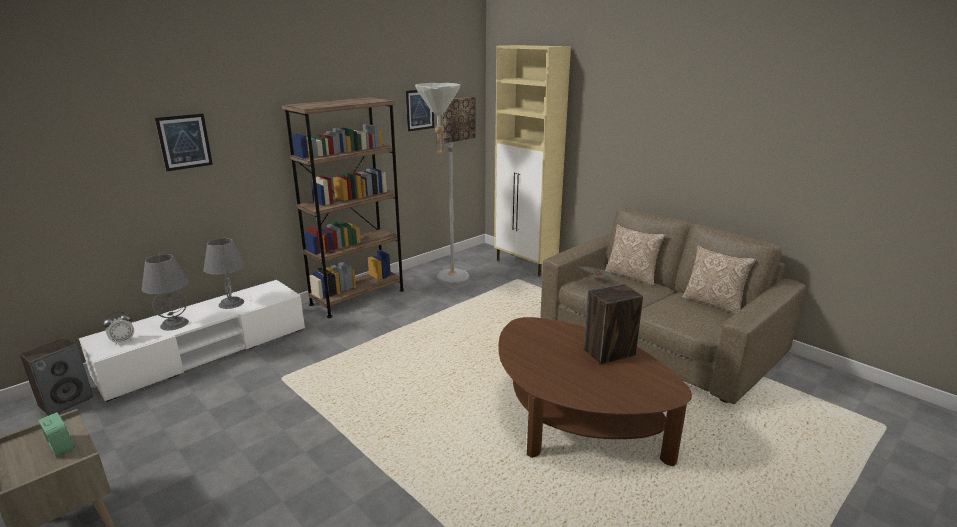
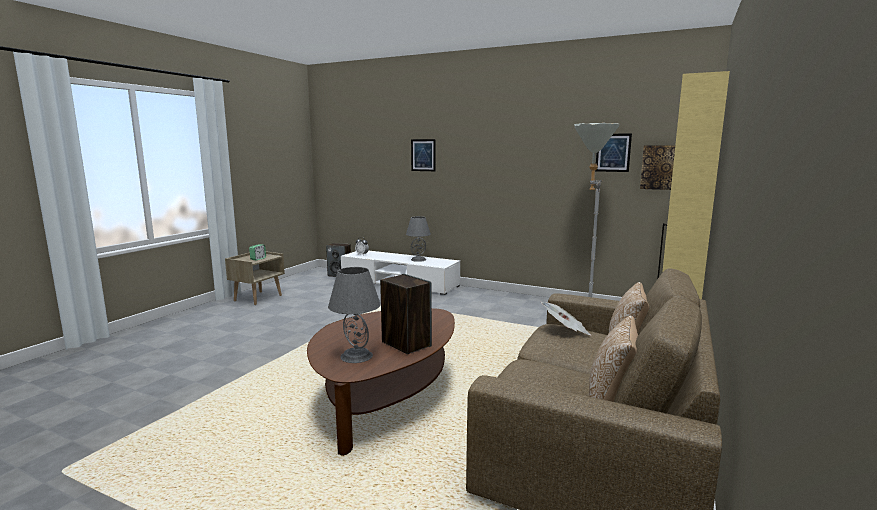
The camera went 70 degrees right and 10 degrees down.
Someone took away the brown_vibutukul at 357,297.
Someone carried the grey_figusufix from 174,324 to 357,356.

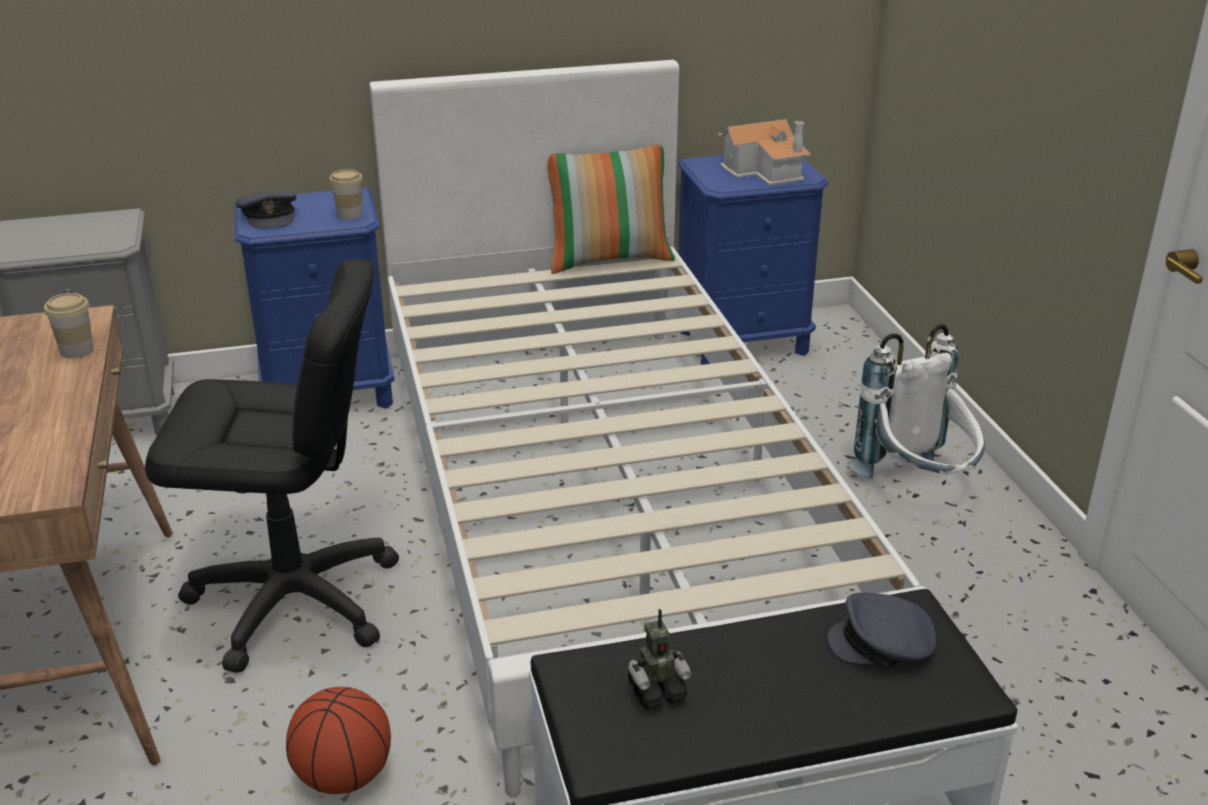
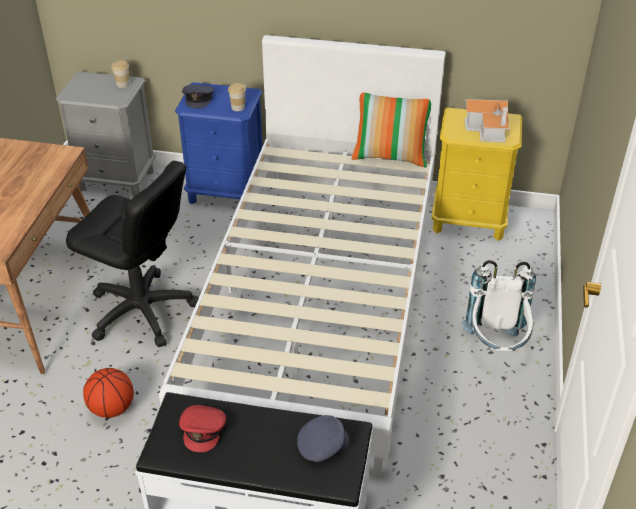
The camera went 25 degrees right and 10 degrees up.
Someone repainted the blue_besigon at 744,342, which became the yellow_besigon at 469,221.
Someone carried the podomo from 77,350 to 123,84.
Someone rotated the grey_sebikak at 883,645 by 120 degrees clockwise.
Someone swapped the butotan at 656,692 for the red_sebikak at 203,430.

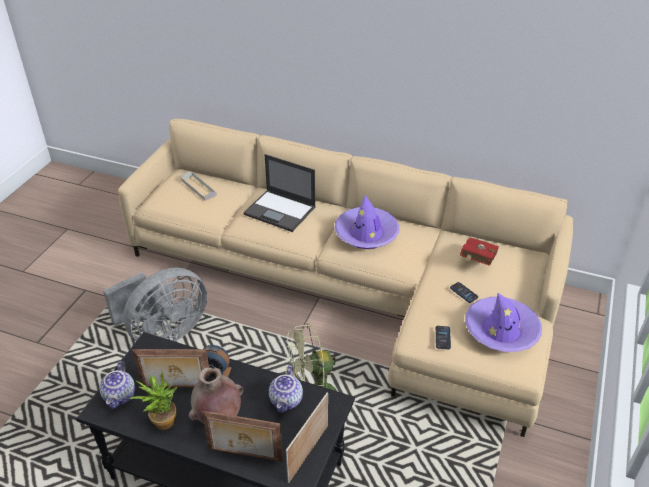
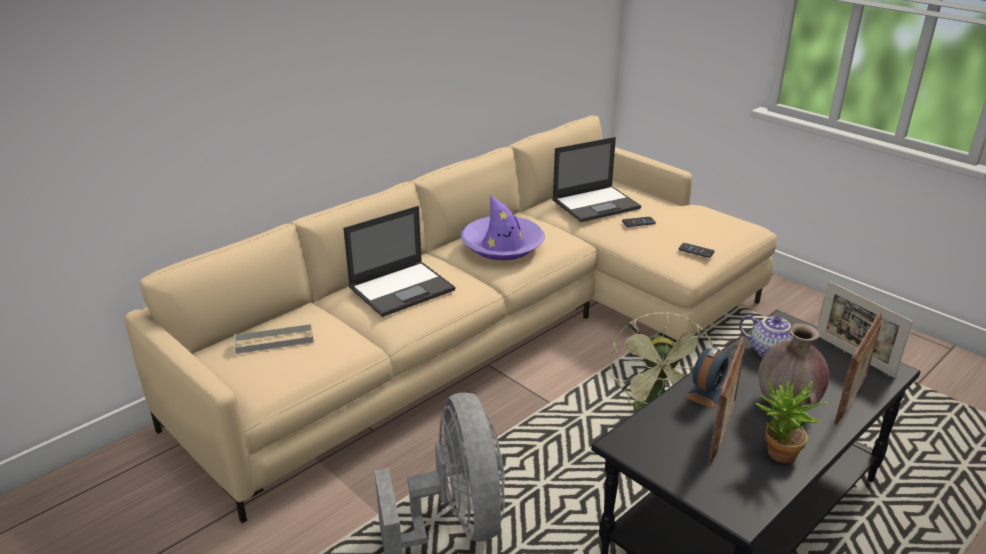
The camera went 65 degrees left and 10 degrees down.
Someone swapped the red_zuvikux at 476,261 for the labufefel at 596,204.
Someone took away the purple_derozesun at 501,330.
Someone took away the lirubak at 120,396.

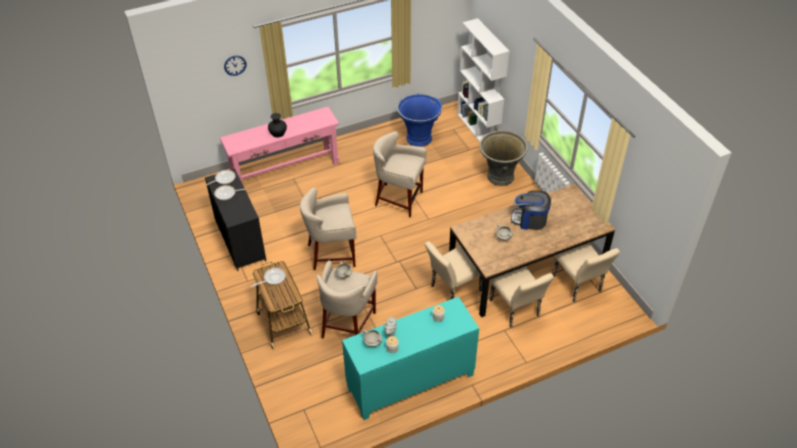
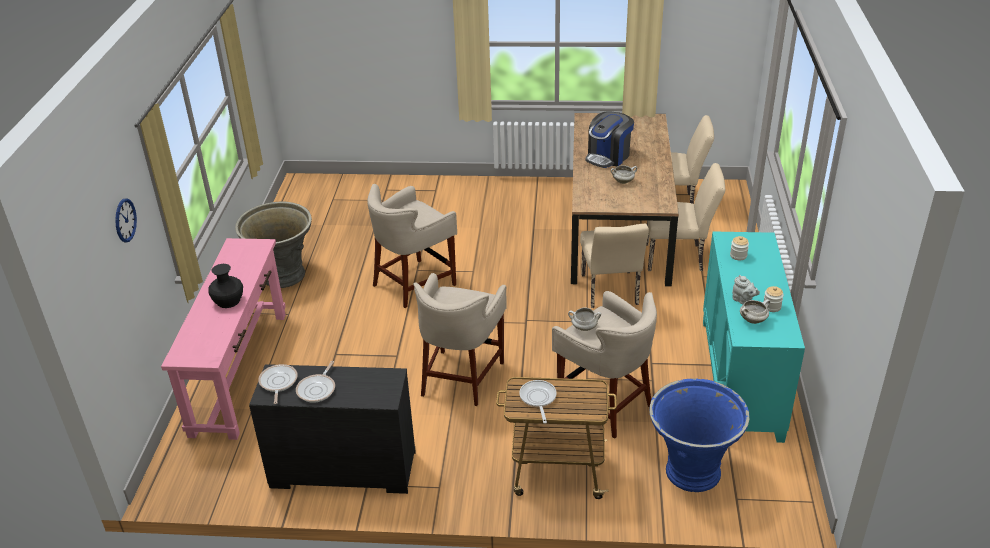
The camera went 60 degrees left and 10 degrees down.
Someone took away the white_vibutukul at 478,129.
Someone carried the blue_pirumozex from 419,138 to 691,471.
Someone carried the grey_pirumozex from 499,177 to 283,276.

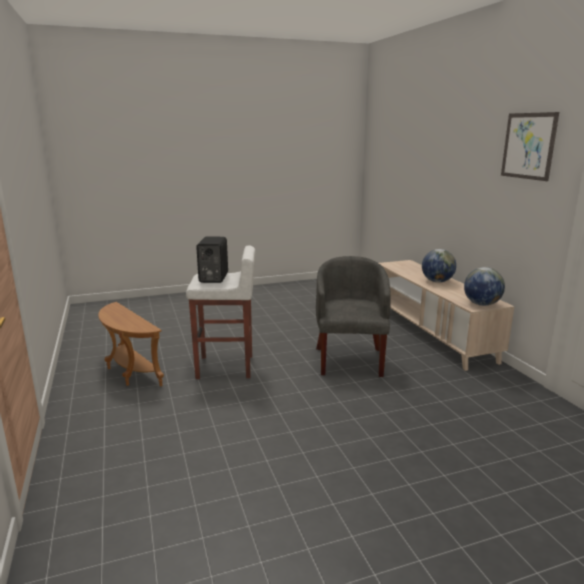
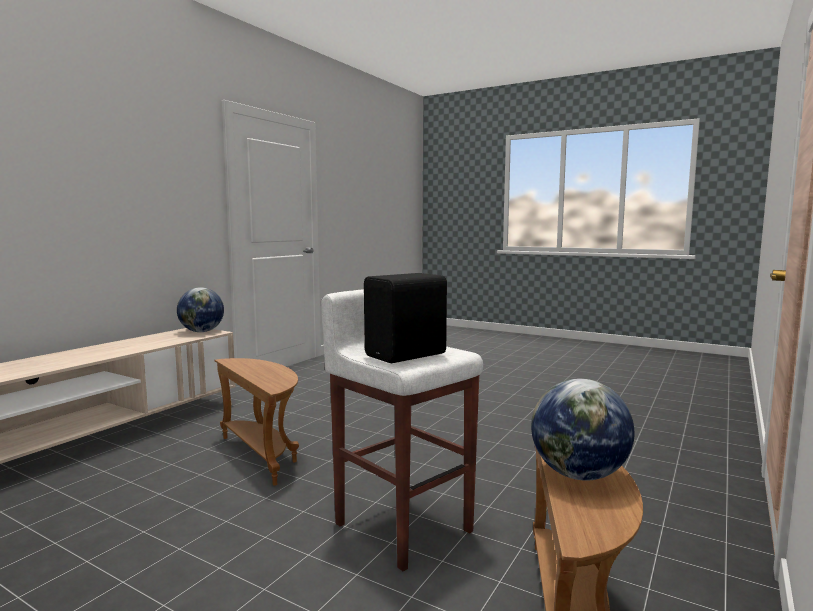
The camera went 130 degrees left and 10 degrees down.
Someone took away the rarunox at 528,146.
Someone carried the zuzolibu from 437,281 to 578,475.
Someone swapped the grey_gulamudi at 350,360 for the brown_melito at 263,455.

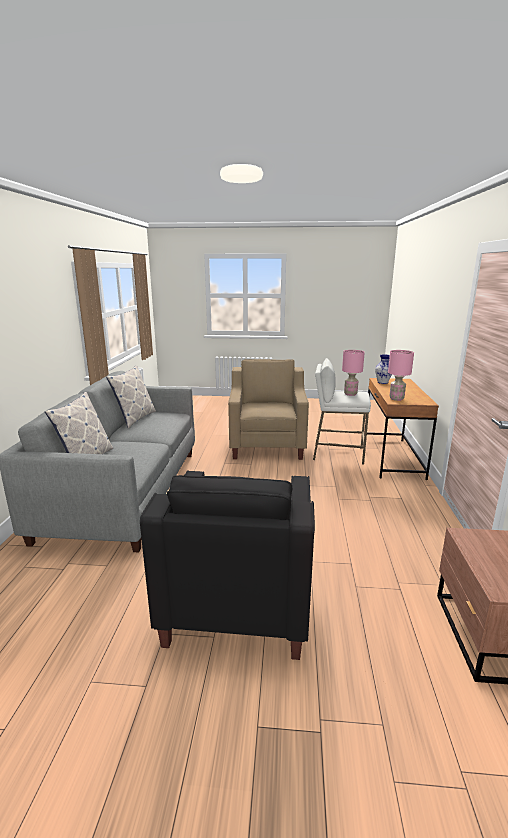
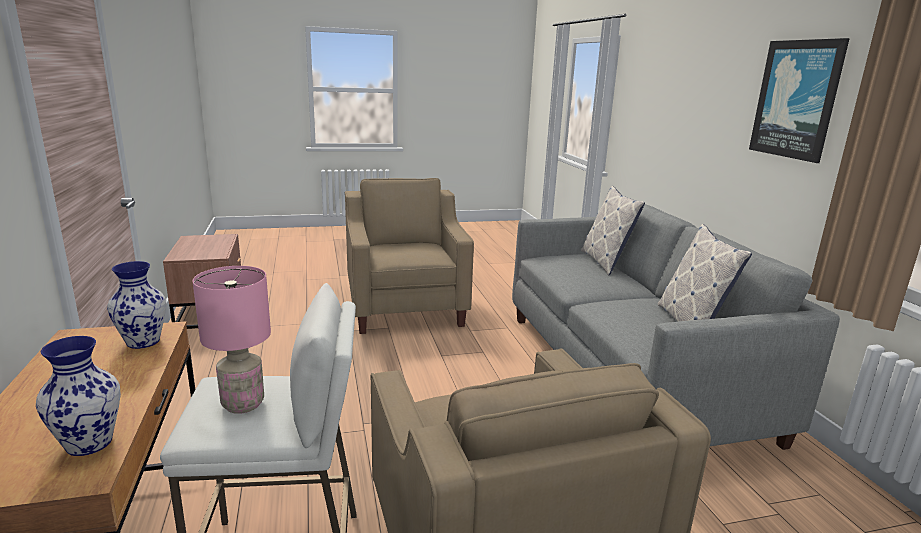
The camera went 160 degrees right and 0 degrees up.
Someone swapped the pink_figusufix at 396,399 for the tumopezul at 144,342.
Someone repainted the black_gulamudi at 239,597, which became the beige_gulamudi at 405,307.
Someone put up the rarunox at 796,99.

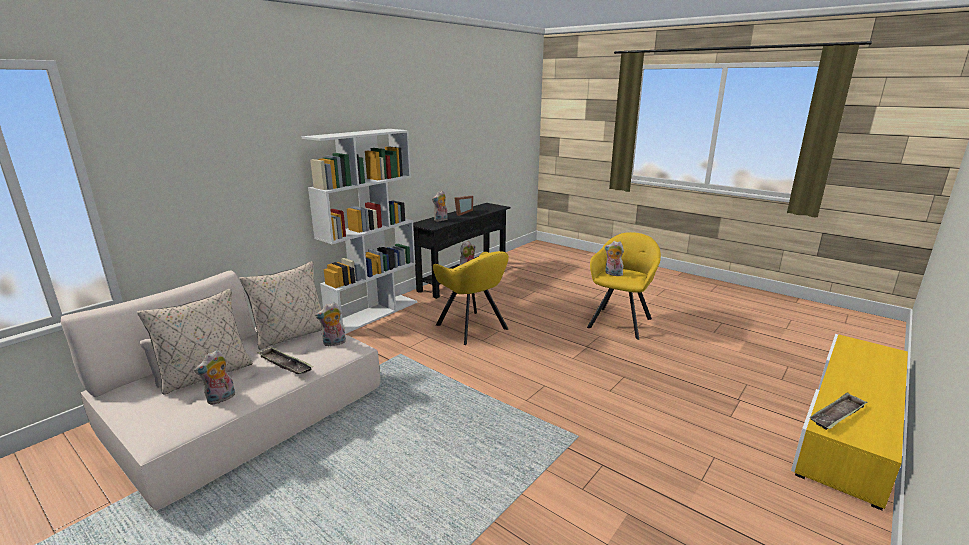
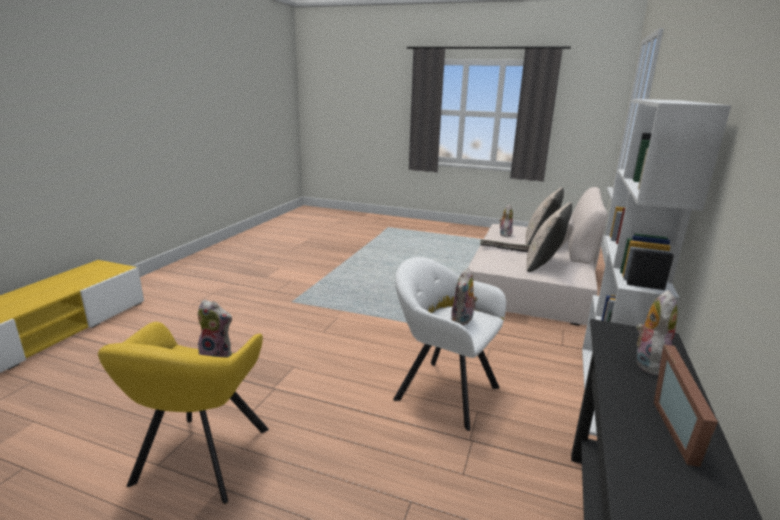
The camera went 160 degrees right and 0 degrees up.
Someone repainted the yellow_gulamudi at 473,328, which became the white_gulamudi at 442,390.
Someone took away the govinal at 334,343.
Someone took away the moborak at 837,415.

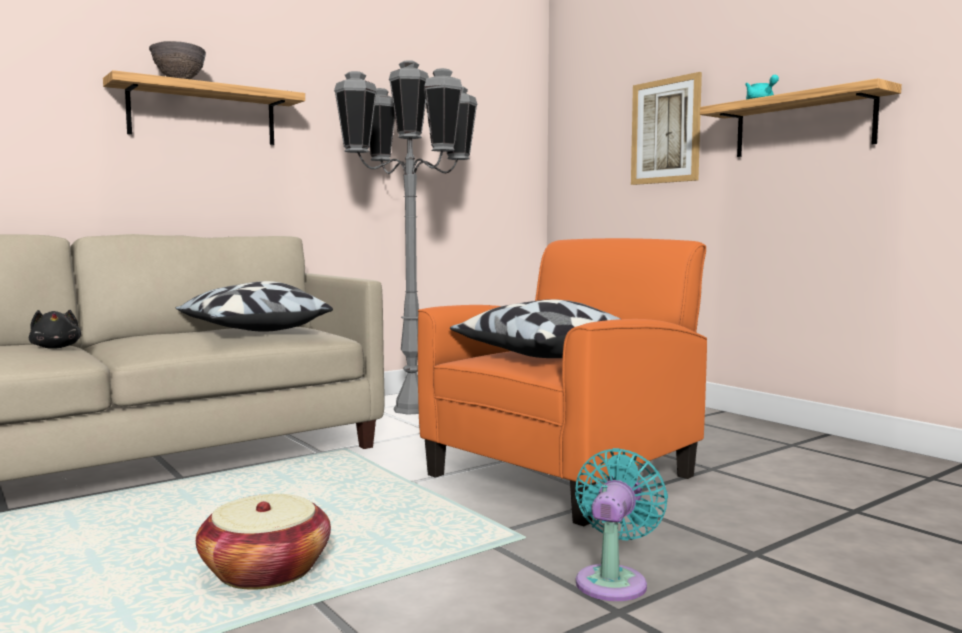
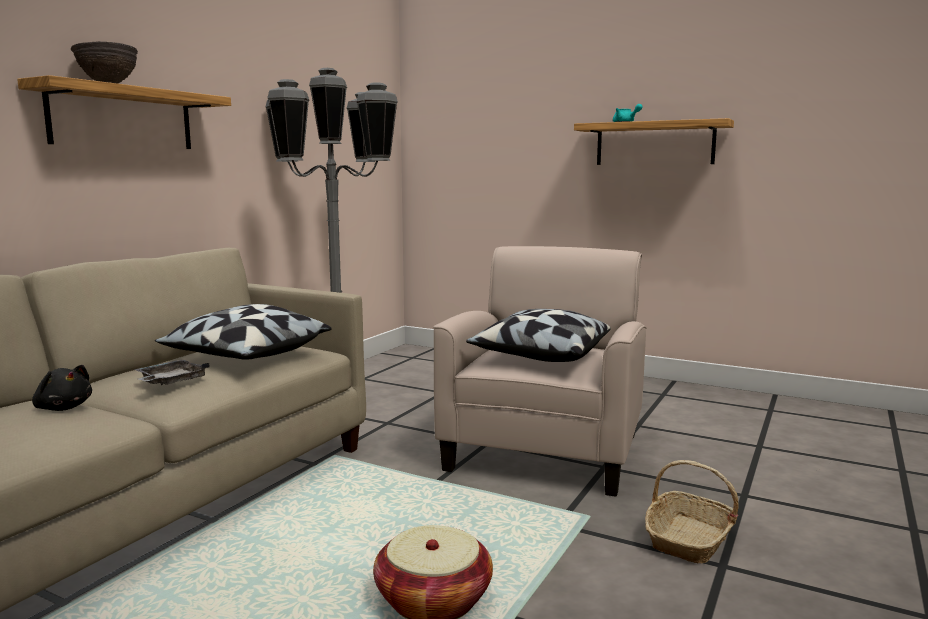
The camera went 25 degrees left and 5 degrees up.
Someone took away the rarunox at 665,131.
Someone repainted the orange_gulamudi at 563,474, which became the beige_gulamudi at 545,450.
Someone swapped the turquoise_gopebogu at 613,580 for the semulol at 689,540.
Someone put down the grey_moborak at 170,382.

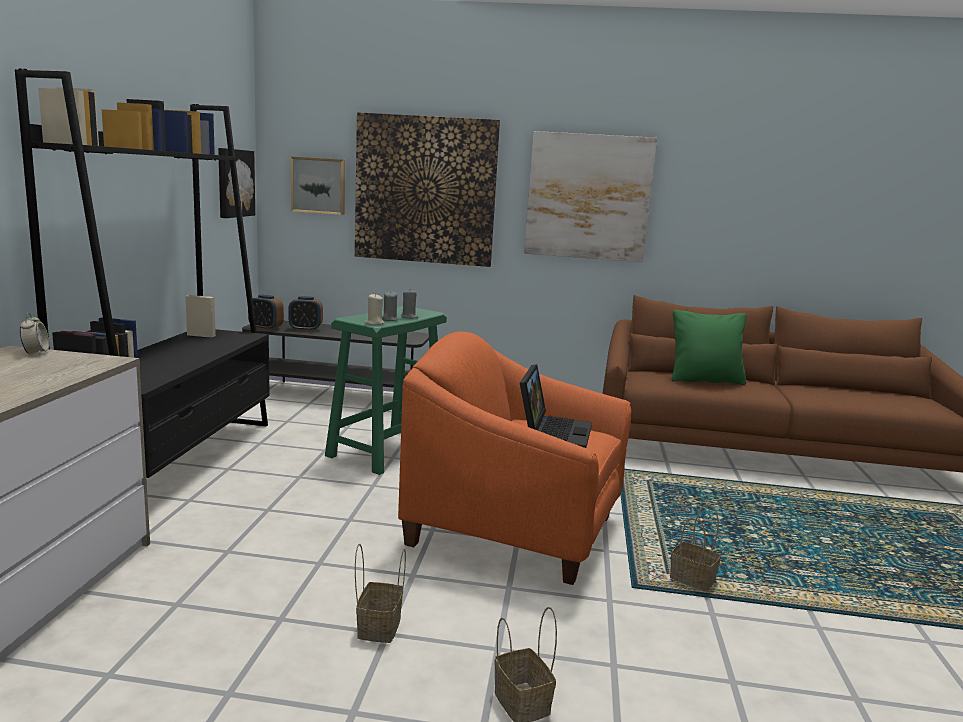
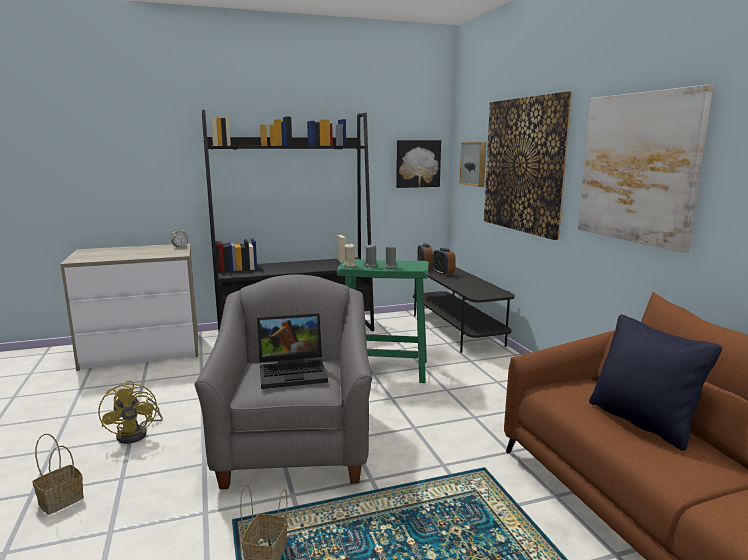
The camera went 65 degrees right and 0 degrees up.
Someone repainted the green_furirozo at 705,380, which became the black_furirozo at 642,422.
Someone repainted the orange_gulamudi at 514,530, which became the grey_gulamudi at 296,445.
Someone swapped the semulol at 378,626 for the yellow_gopebogu at 137,433.

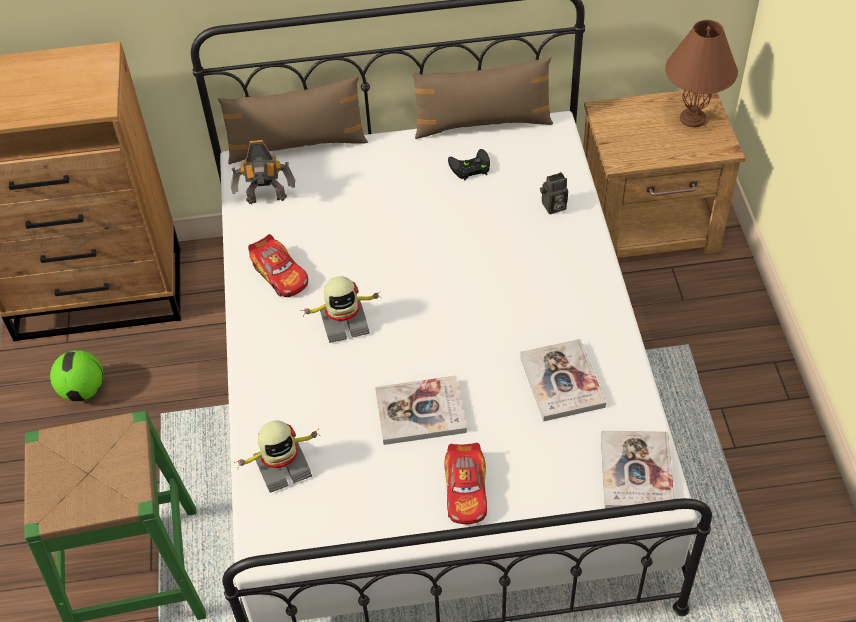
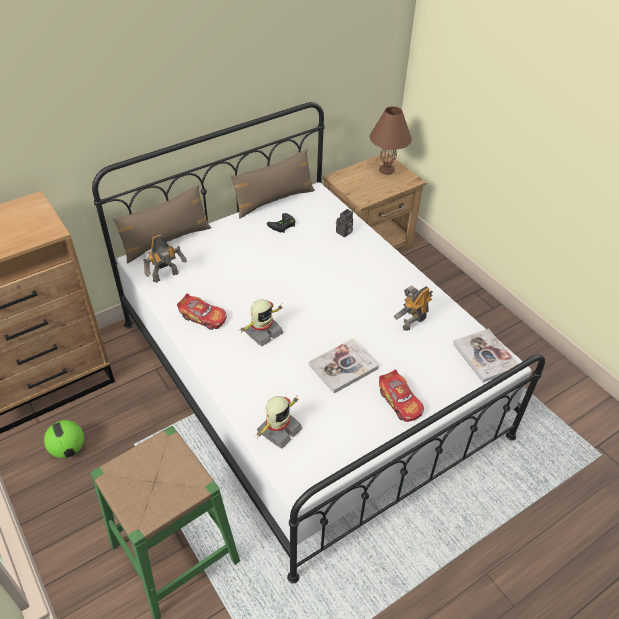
The camera went 30 degrees left and 5 degrees down.
Someone swapped the zuvikux at 562,381 for the butotan at 412,322.

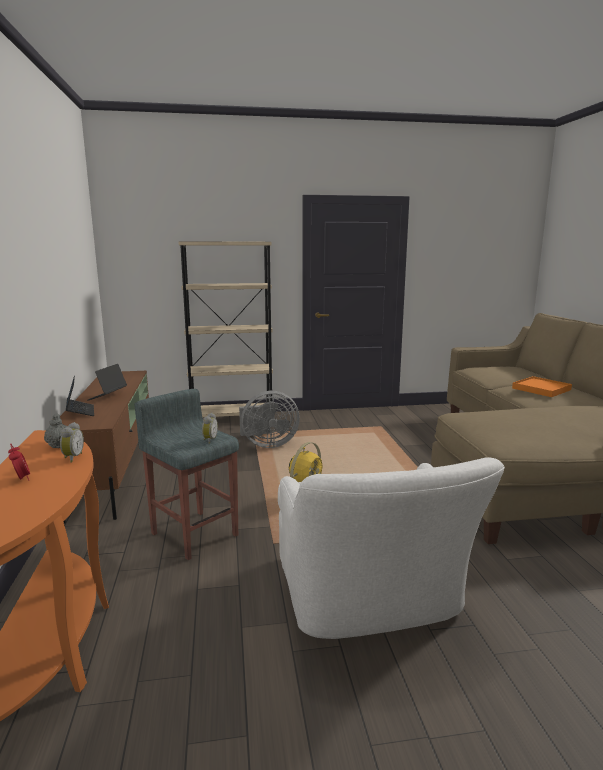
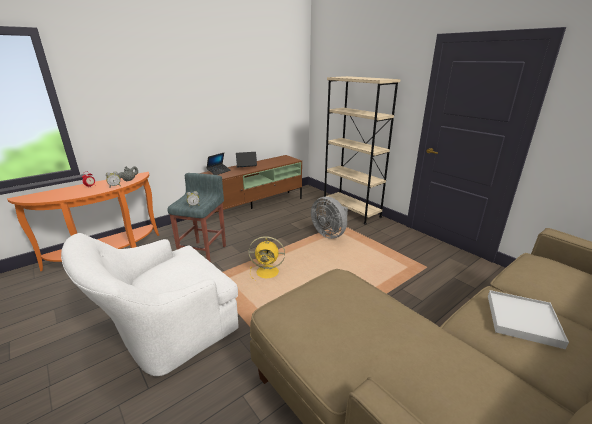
The camera went 60 degrees right and 10 degrees up.
Someone repainted the orange_moborak at 541,389, which became the white_moborak at 522,320.

